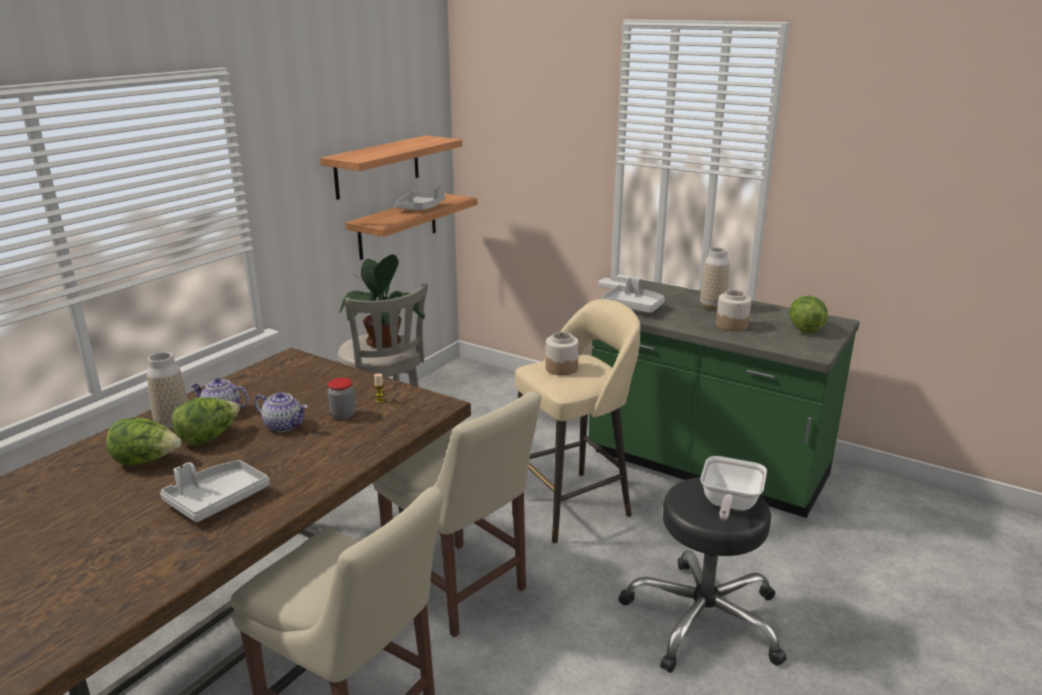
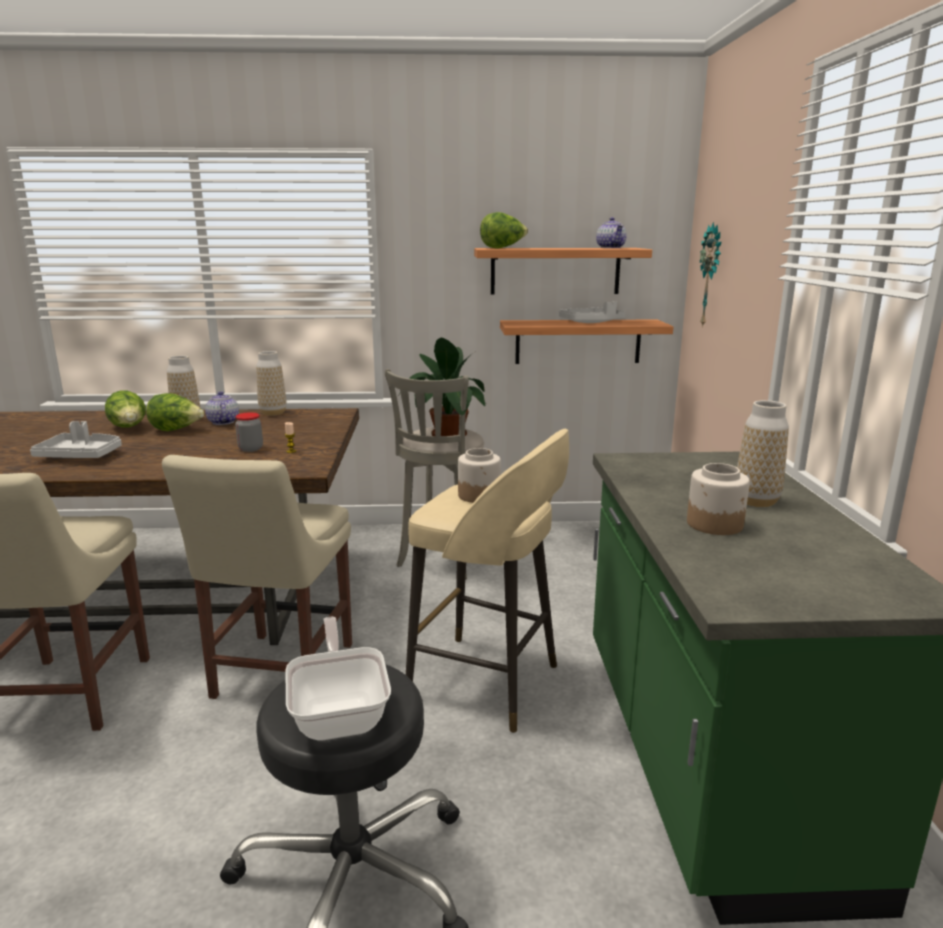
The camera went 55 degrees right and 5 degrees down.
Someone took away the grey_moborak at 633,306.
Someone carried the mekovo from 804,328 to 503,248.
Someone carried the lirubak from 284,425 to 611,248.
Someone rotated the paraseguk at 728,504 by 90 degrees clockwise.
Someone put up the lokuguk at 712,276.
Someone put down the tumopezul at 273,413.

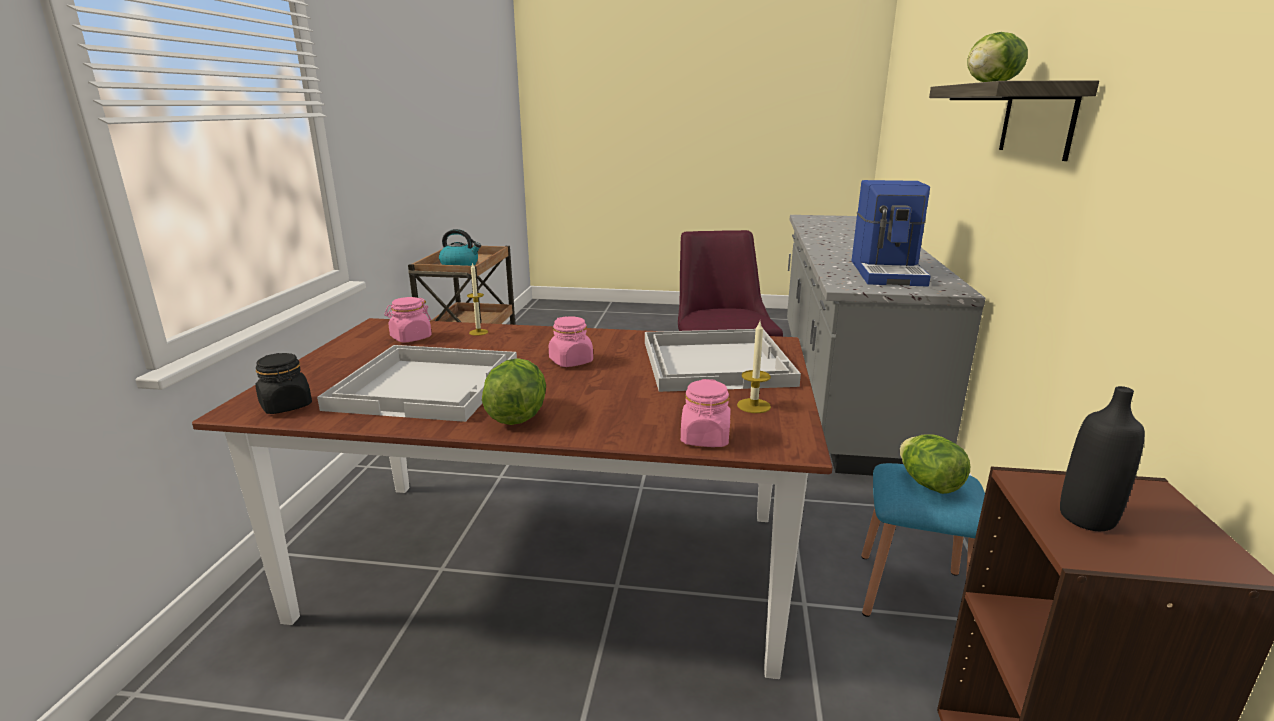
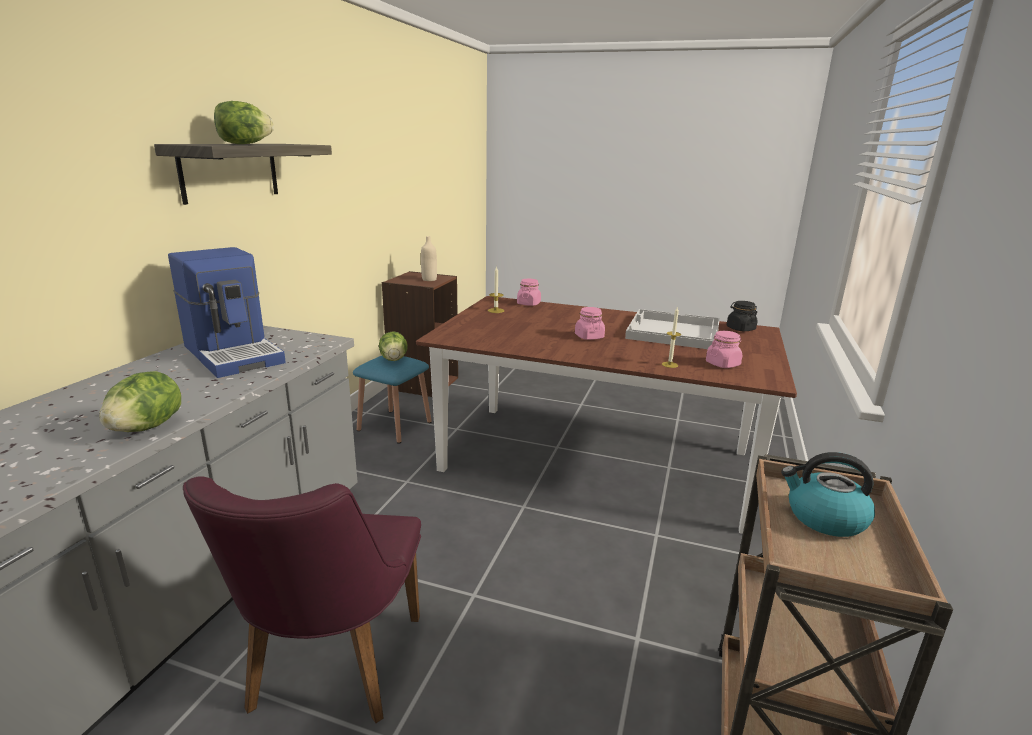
The camera went 170 degrees left and 0 degrees up.
Someone rotated the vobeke at 888,273 by 120 degrees clockwise.
Someone took away the white_moborak at 716,362.
Someone carried the mekovo from 517,416 to 146,428.
Someone repainted the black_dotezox at 1087,518, which became the beige_dotezox at 429,279.

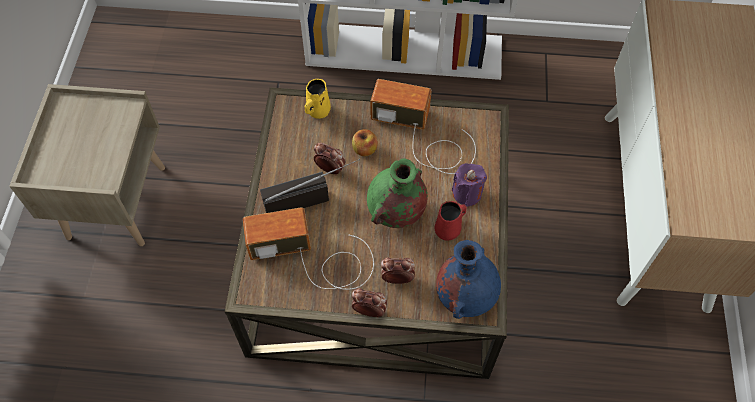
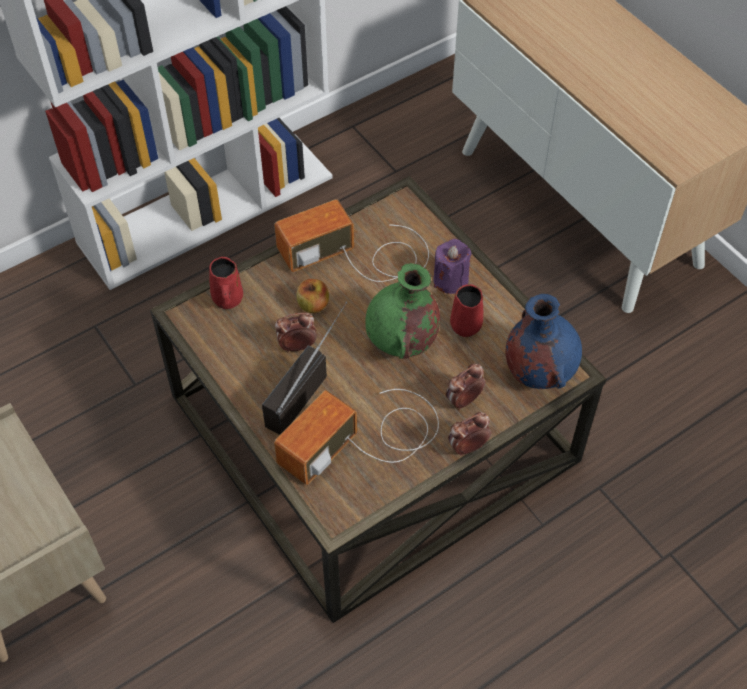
The camera went 40 degrees left and 5 degrees down.
Someone repainted the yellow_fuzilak at 317,111, which became the red_fuzilak at 227,300.

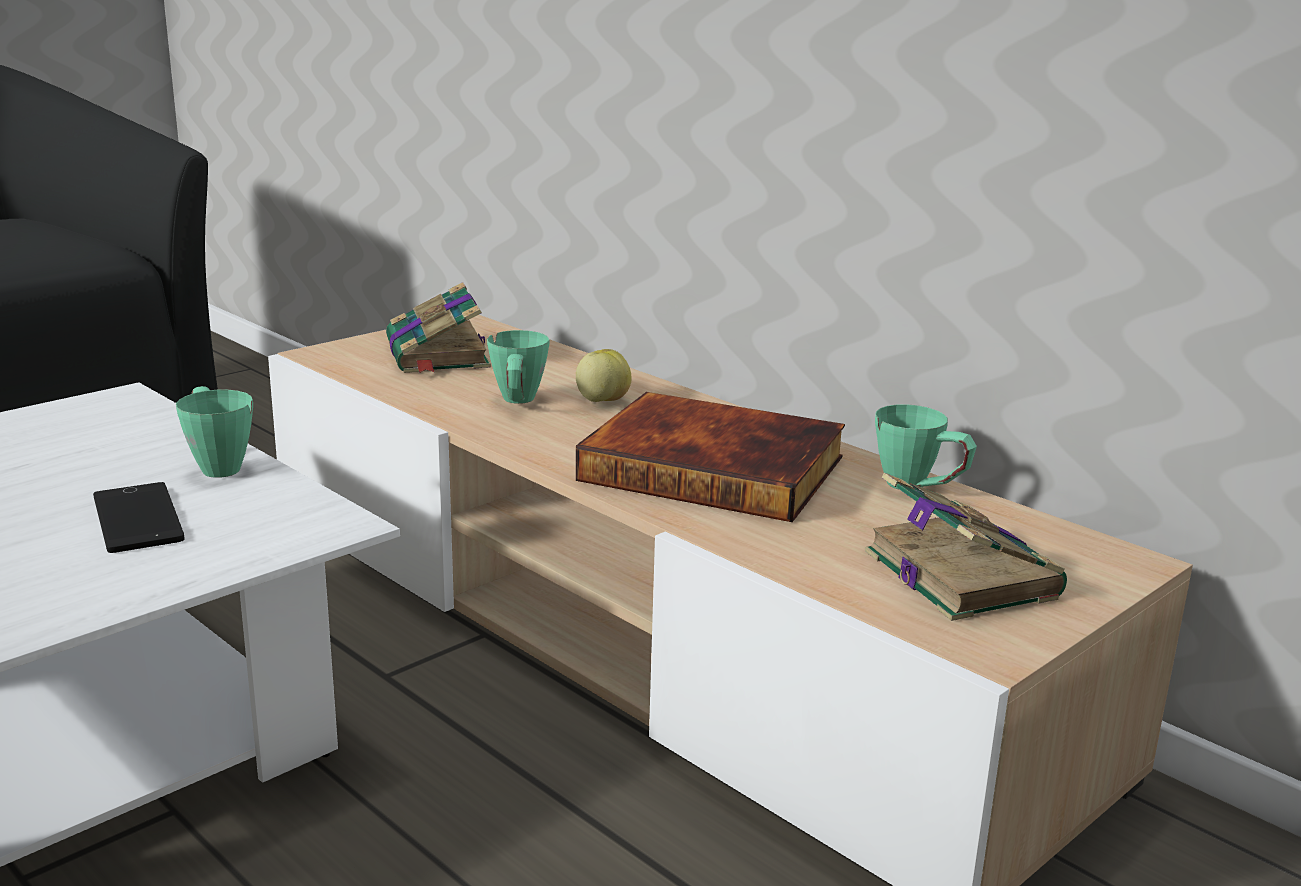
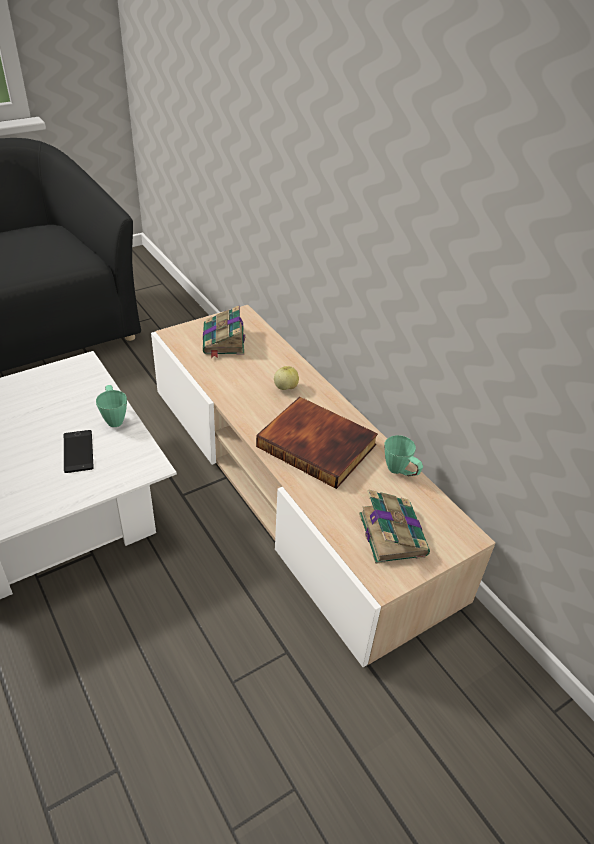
The camera went 10 degrees right and 20 degrees up.
Someone took away the green_fuzilak at 518,403.

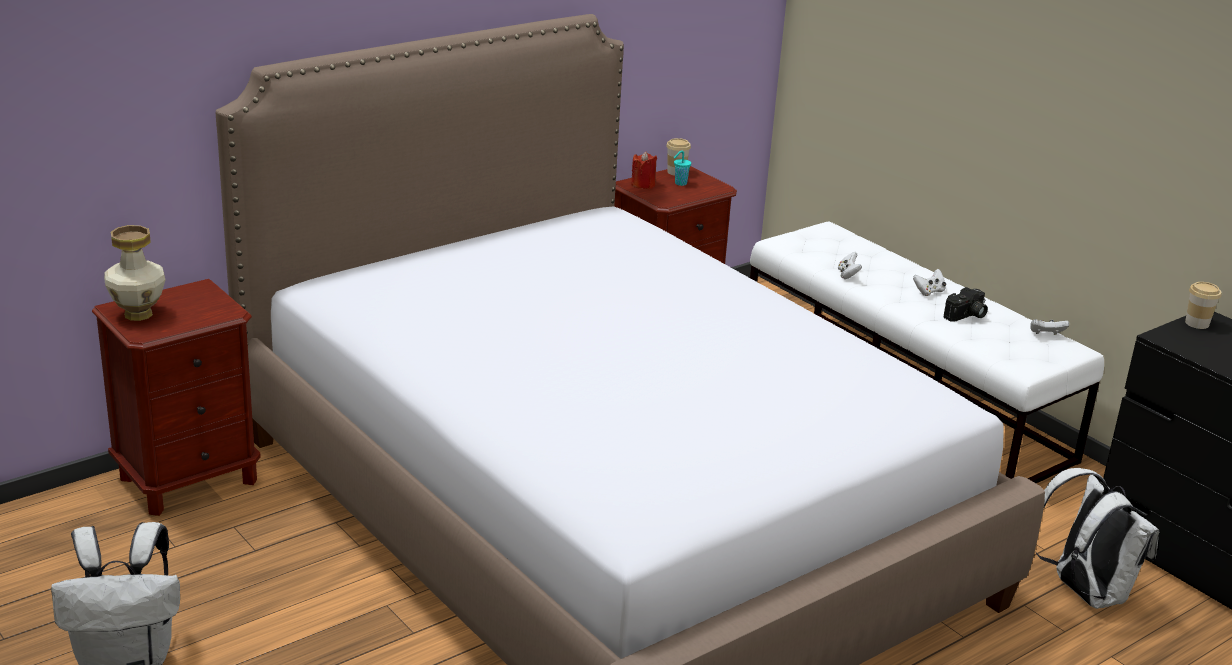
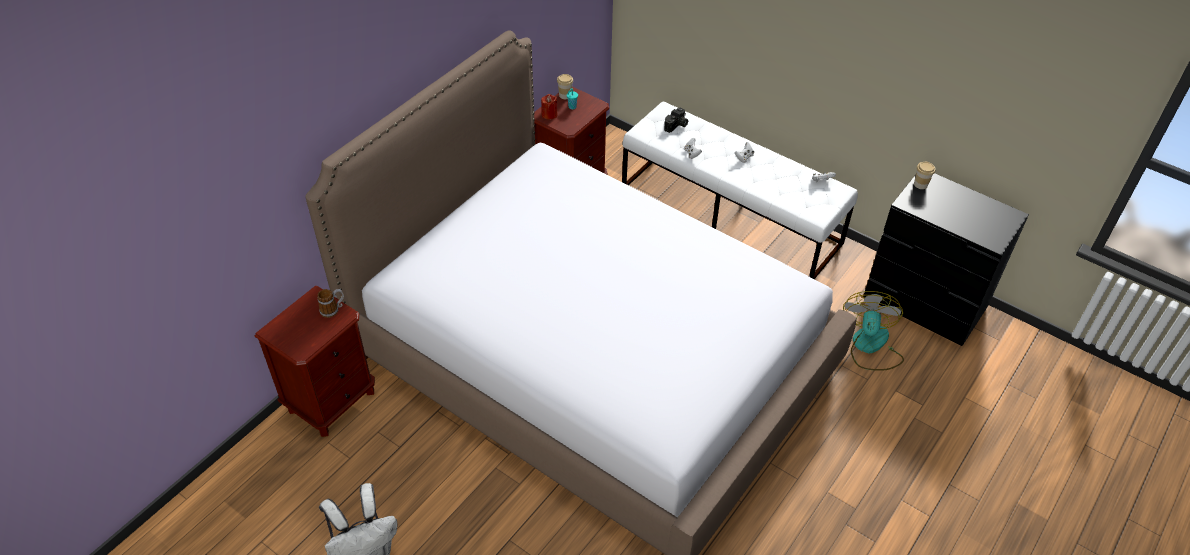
The camera went 15 degrees left and 20 degrees up.
Someone took away the tumopezul at 139,314.
Someone carried the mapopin from 966,316 to 676,126.
Someone swapped the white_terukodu at 1083,592 for the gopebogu at 870,347.
Someone put down the fuzilak at 333,309.

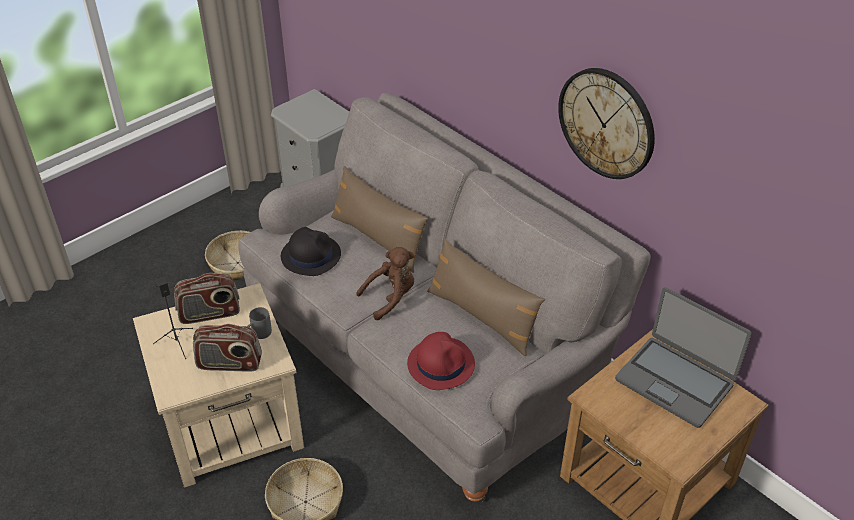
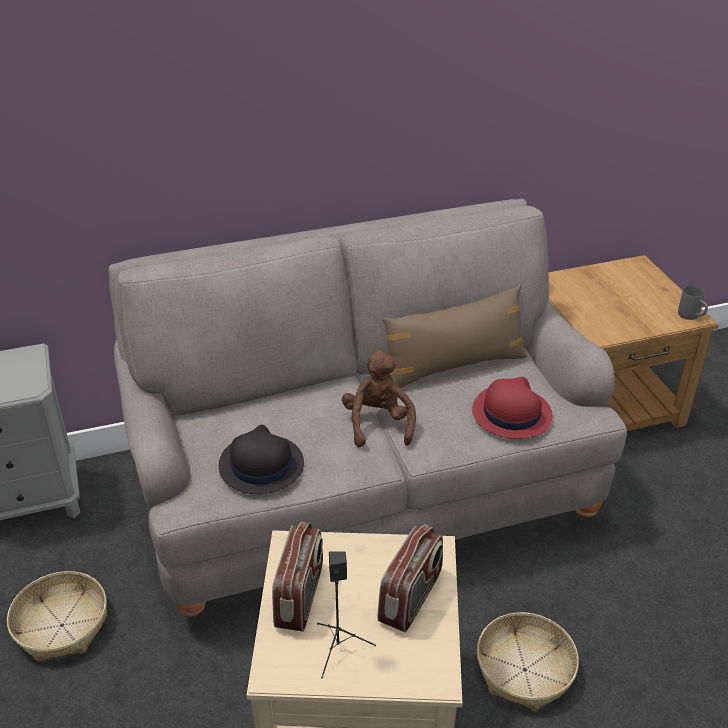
The camera went 65 degrees left and 5 degrees down.
Someone took away the lokuguk at 606,123.
Someone took away the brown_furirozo at 378,239.
Someone took away the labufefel at 675,381.
Someone carried the grey_fuzilak from 258,335 to 691,316.

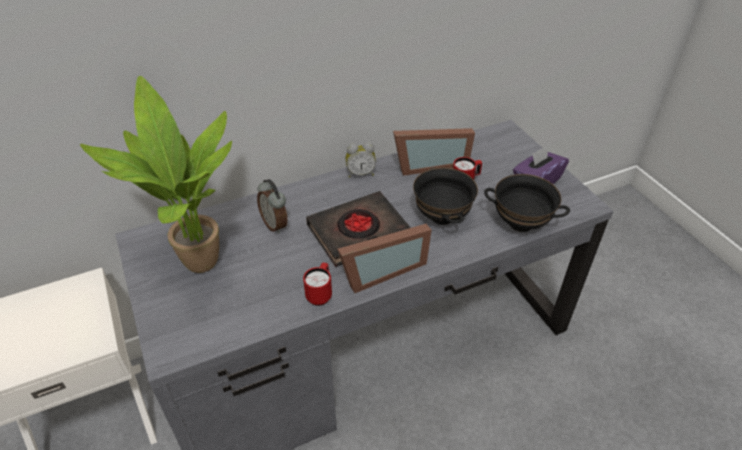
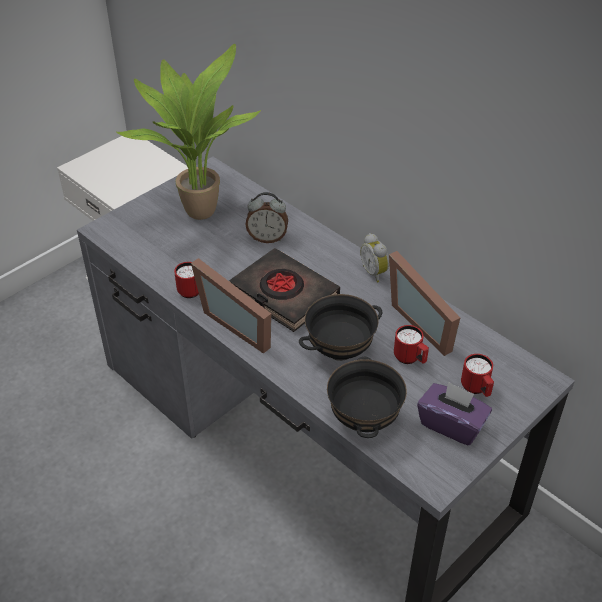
The camera went 70 degrees right and 0 degrees up.
Someone rotated the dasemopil at 275,224 by 120 degrees counterclockwise.
Someone put down the red_fuzilak at 476,389.

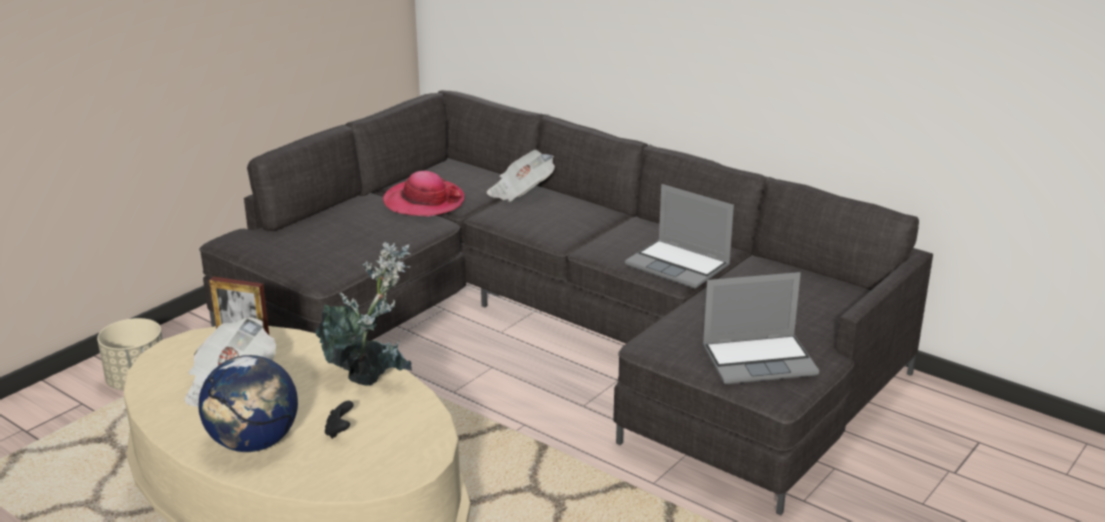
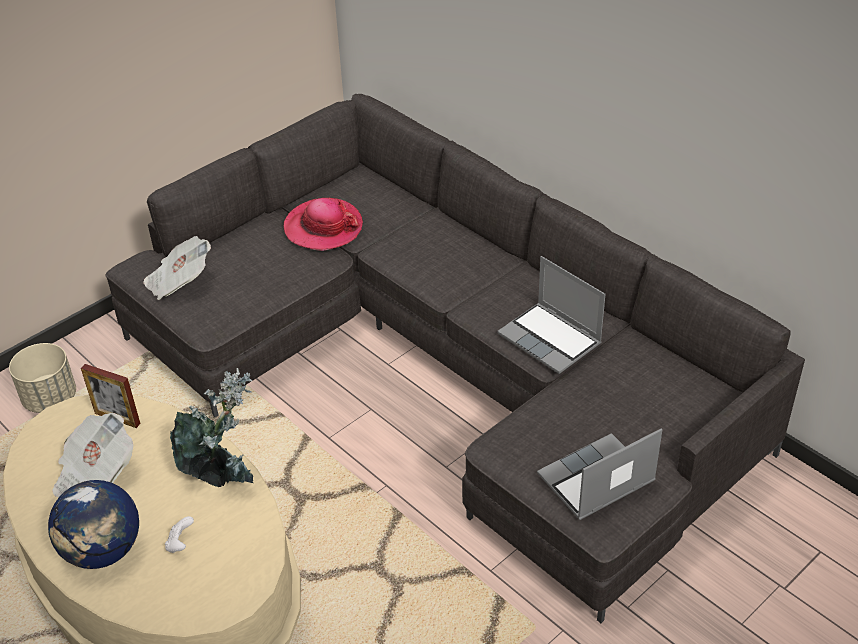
The camera went 10 degrees right and 15 degrees up.
Someone carried the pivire from 521,192 to 179,282.
Someone rotated the labufefel at 759,360 by 150 degrees clockwise.
Someone repainted the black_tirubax at 339,431, which became the white_tirubax at 180,543.

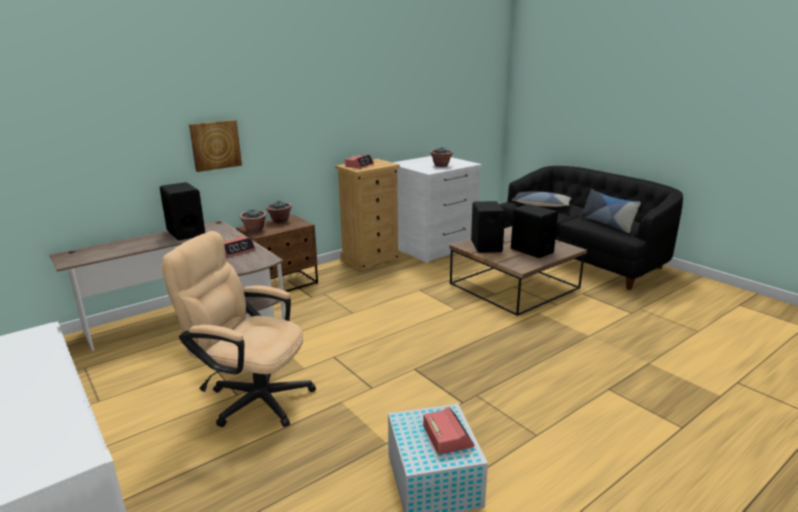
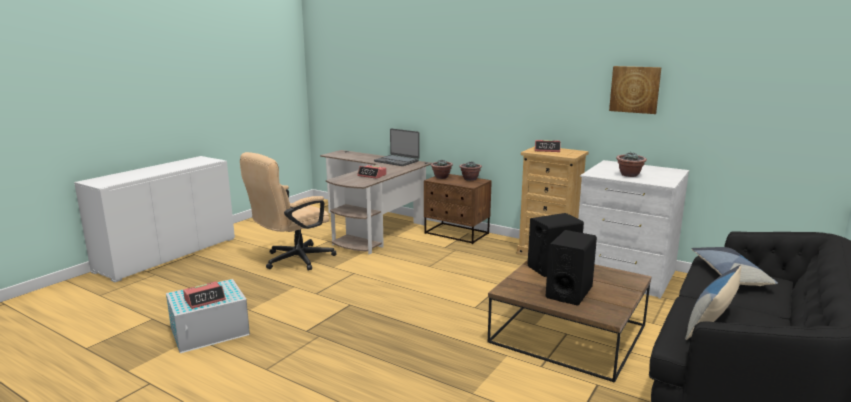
The camera went 70 degrees right and 5 degrees down.
Someone carried the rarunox from 215,145 to 635,89.
Someone swapped the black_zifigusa at 186,233 for the labufefel at 397,161.
Someone rotated the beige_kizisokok at 252,397 by 135 degrees counterclockwise.

